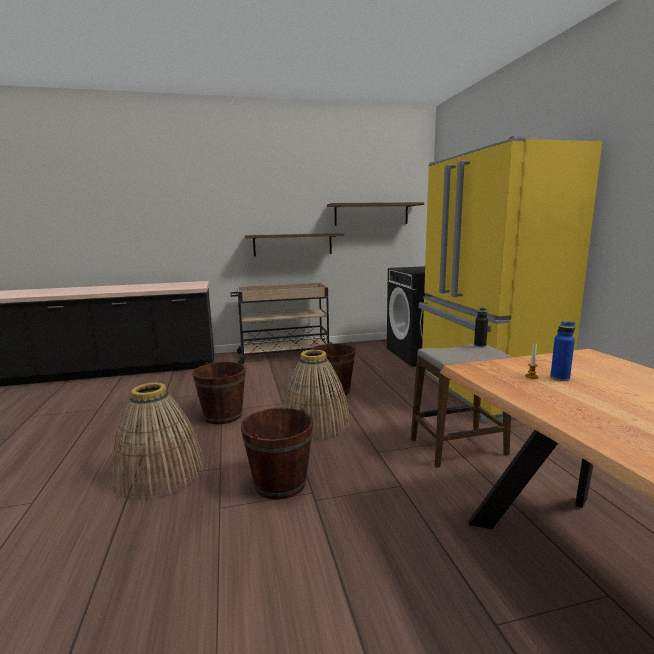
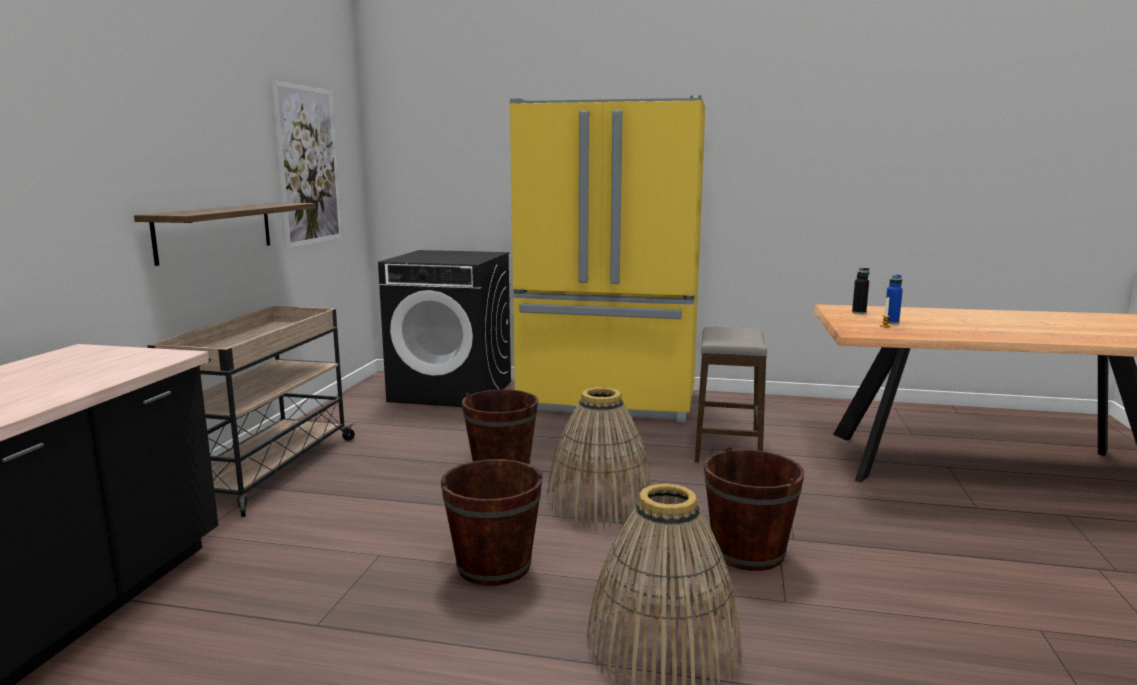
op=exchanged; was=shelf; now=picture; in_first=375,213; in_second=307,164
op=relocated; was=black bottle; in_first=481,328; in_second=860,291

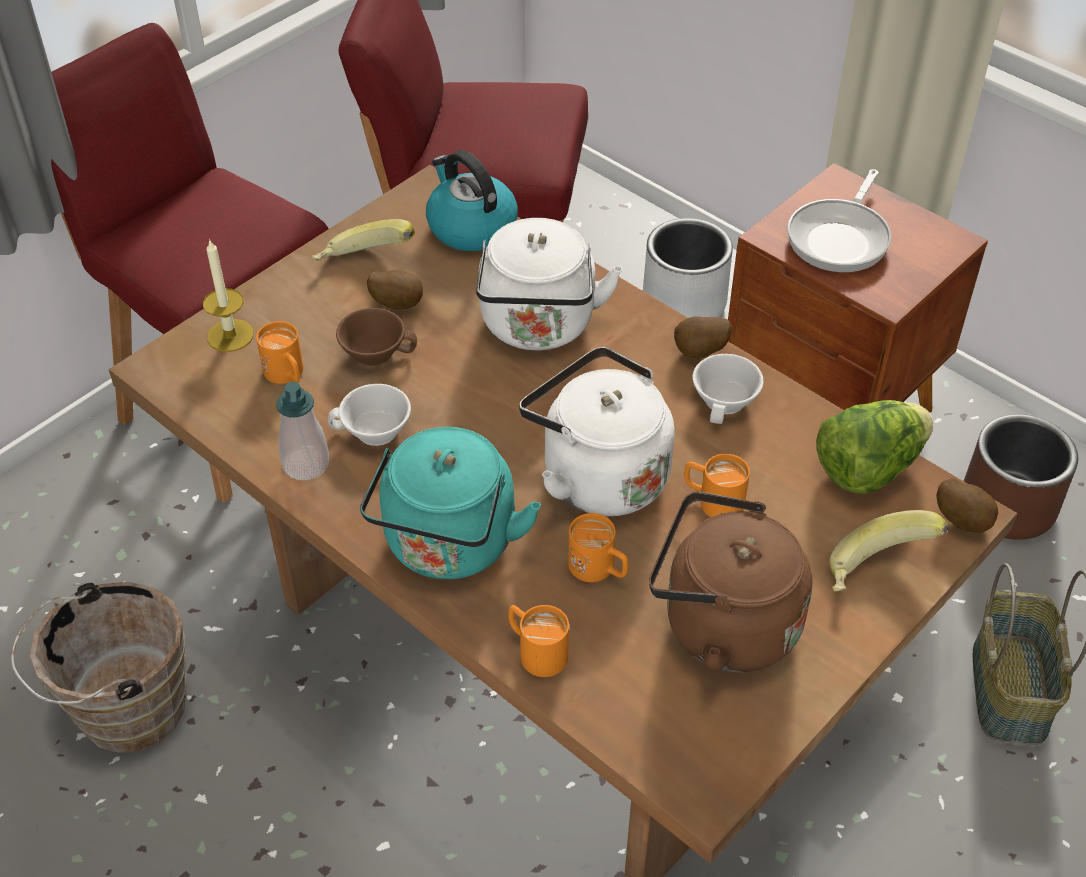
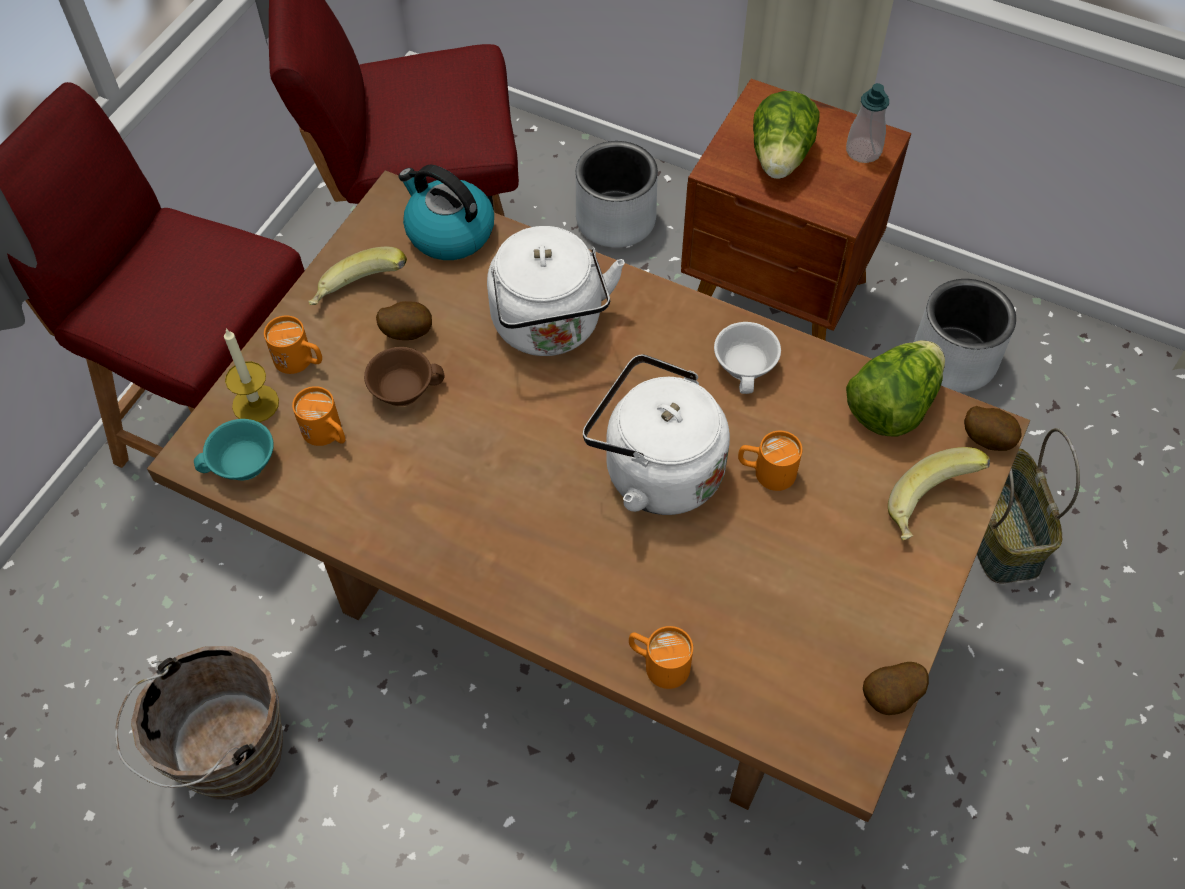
op=appeared; now=turquoise cup; in_second=234,450
op=relocated; was=orange mug; in_first=598,547; in_second=293,344
op=exchanged; was=frying pan; now=lettuce; in_first=839,220; in_second=786,135
op=relocated; was=soap dispenser; in_first=302,431; in_second=867,123
op=relocated; was=potato; in_first=703,337; in_second=896,688
op=colour; was=brown planter; now=grey planter; in_first=1021,477; in_second=965,335
op=missing; was=white cup; in_first=369,415
op=missing; was=turquoise kettle; in_first=450,503
op=missing; was=brown kettle; in_first=731,581

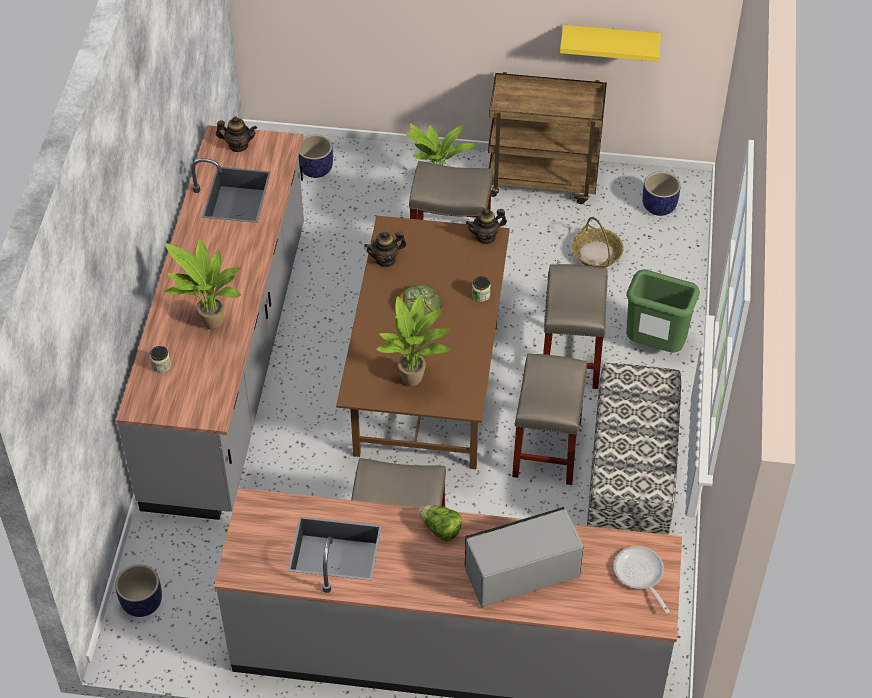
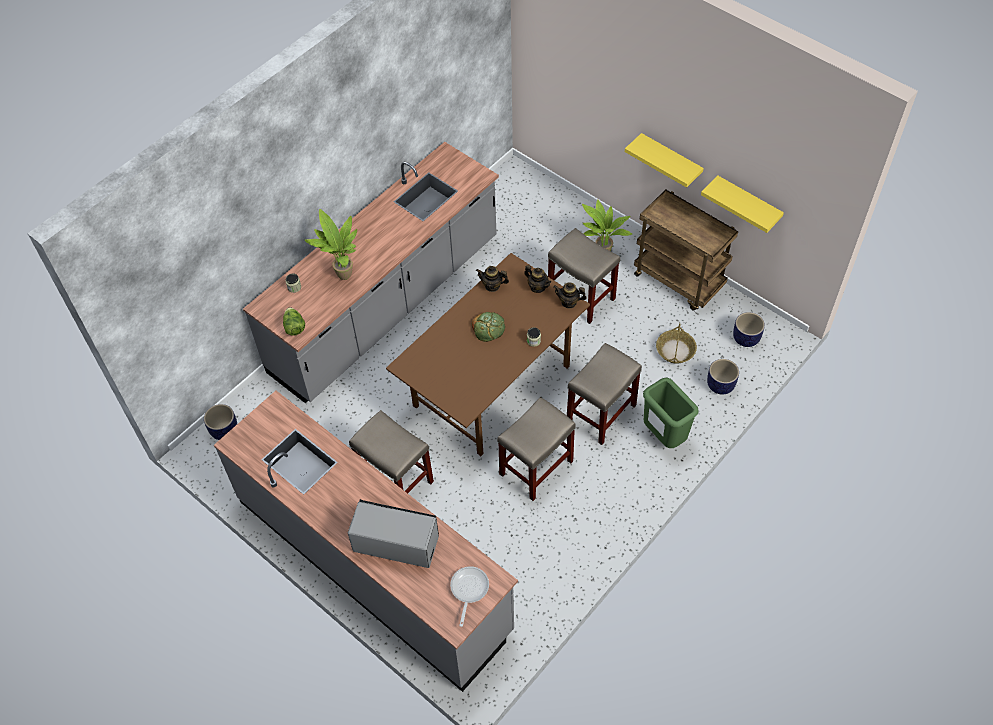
op=relocated; was=lettuce; in_first=441,523; in_second=294,322
op=relocated; was=teapot; in_first=236,134; in_second=537,279
op=appeared; now=yellow shelf; in_second=664,160
op=relocated; was=planter; in_first=316,156; in_second=723,376
op=missing; was=potted plant; in_first=413,340
op=missing; was=bench; in_first=634,449

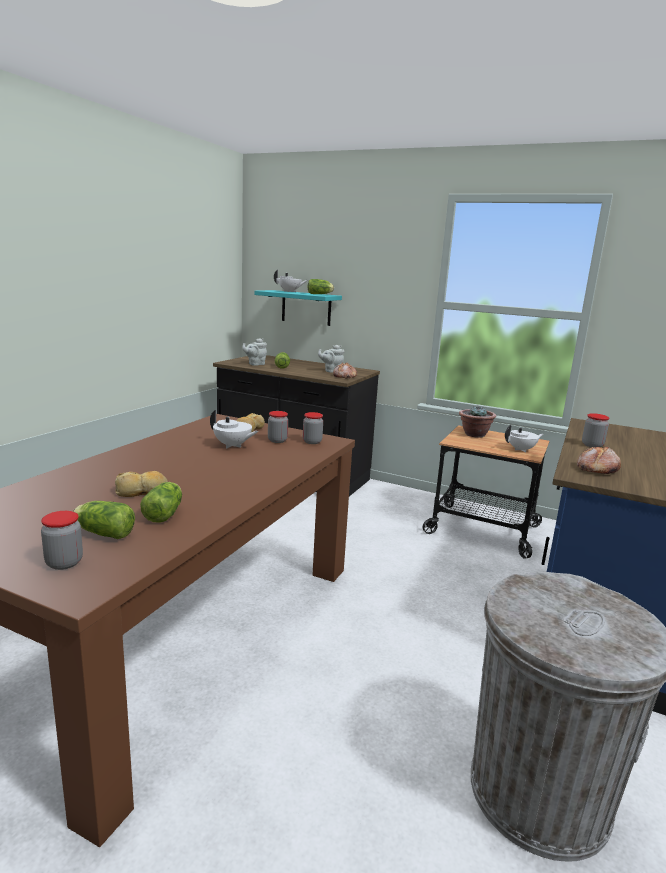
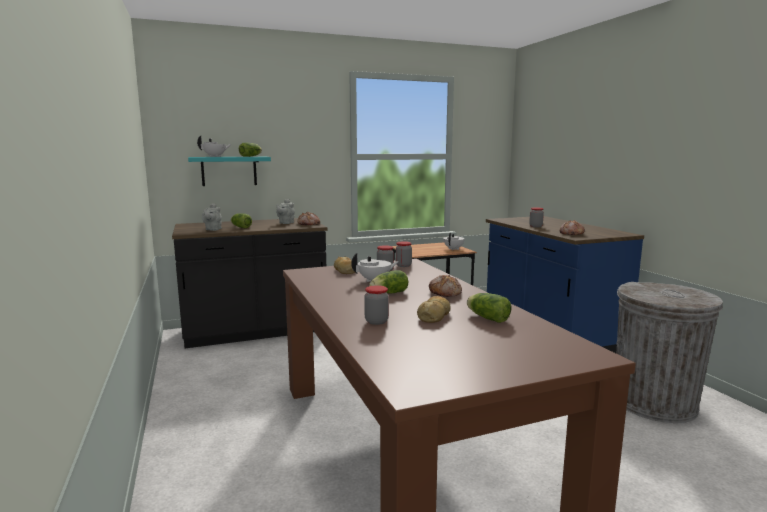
op=relocated; was=jar; in_first=62,540; in_second=376,305
op=relocated; was=lettuce; in_first=104,520; in_second=388,281
op=appeared; now=bread; in_second=445,286
op=missing; was=potted plant; in_first=477,422

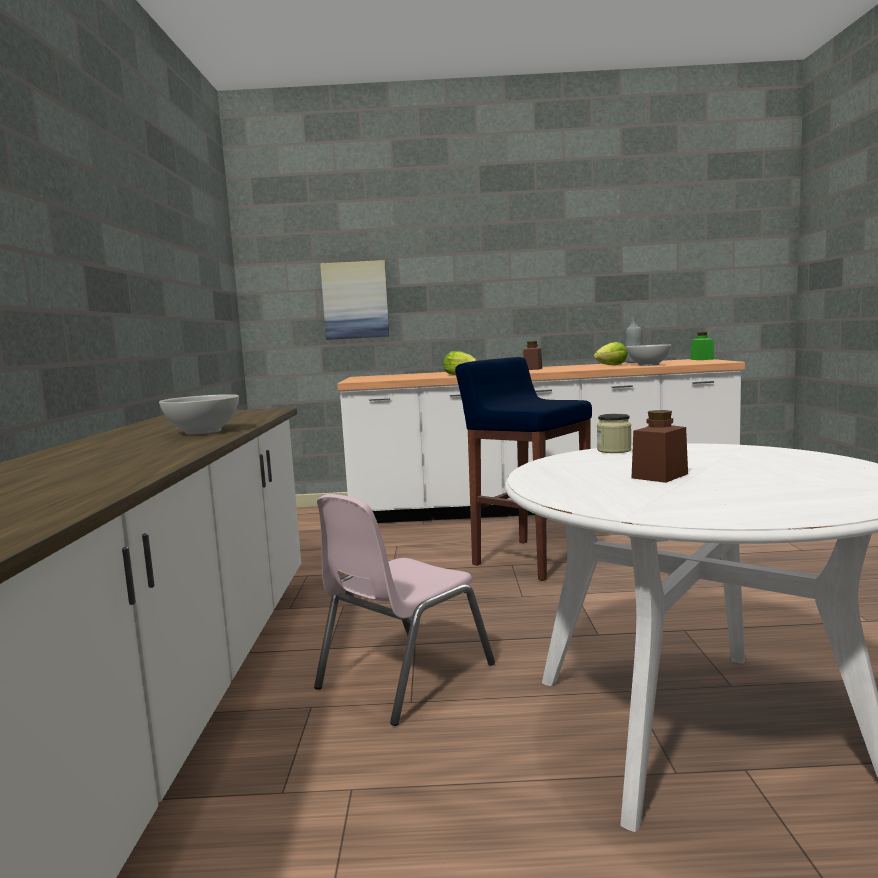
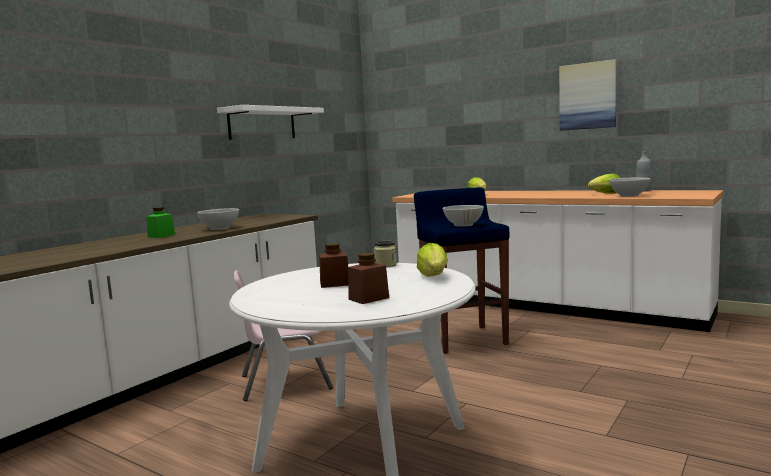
op=relocated; was=green jar; in_first=702,346; in_second=160,222
op=appeared; now=white shelf; in_second=270,122
op=relocated; was=brown jar; in_first=532,355; in_second=368,278
op=appeared; now=lettuce; in_second=432,260
op=appeared; now=white bowl; in_second=463,216
op=relocated; was=picture; in_first=355,300; in_second=588,94

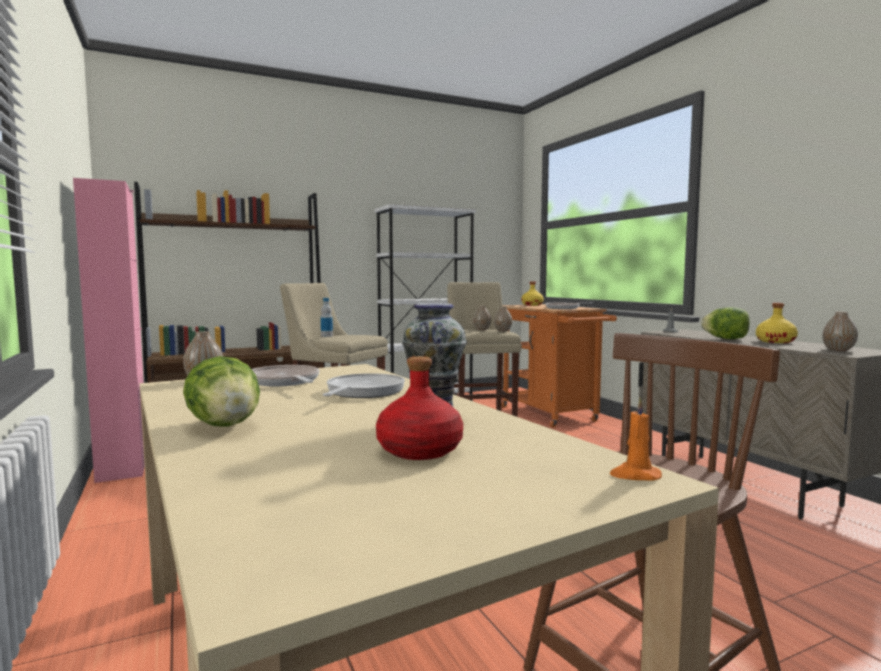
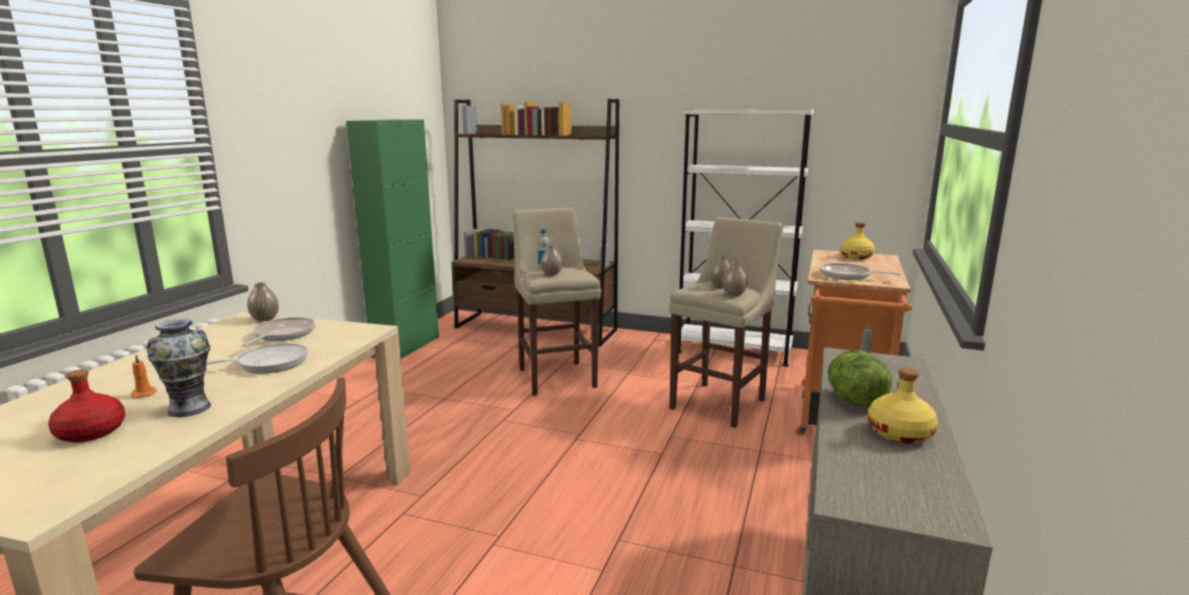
op=relocated; was=orange candle; in_first=636,439; in_second=144,376
op=colour; was=pink cabinet; now=green cabinet; in_first=109,330; in_second=392,239
op=relocated; was=vase; in_first=840,331; in_second=551,260
op=missing; was=lettuce; in_first=221,391

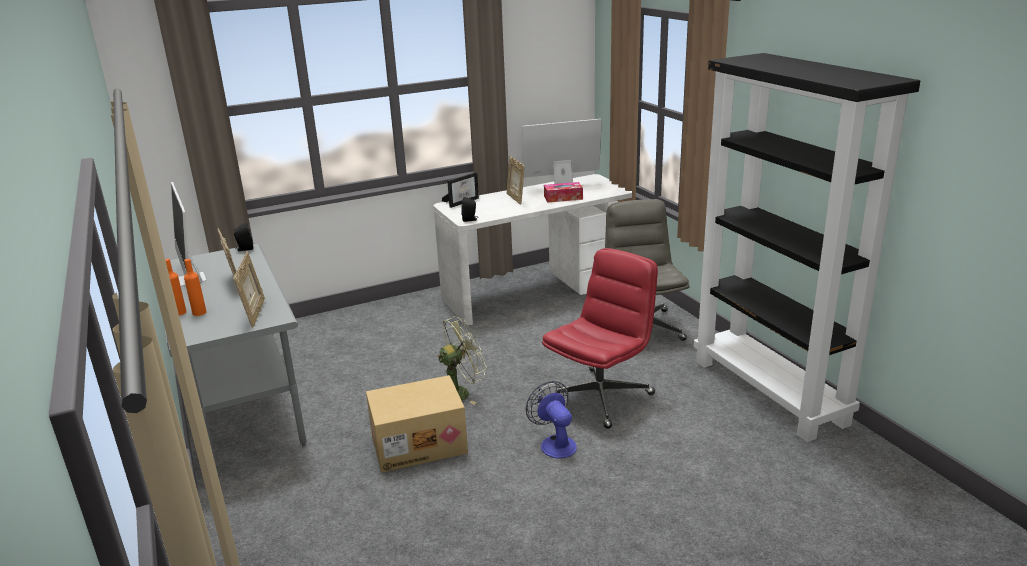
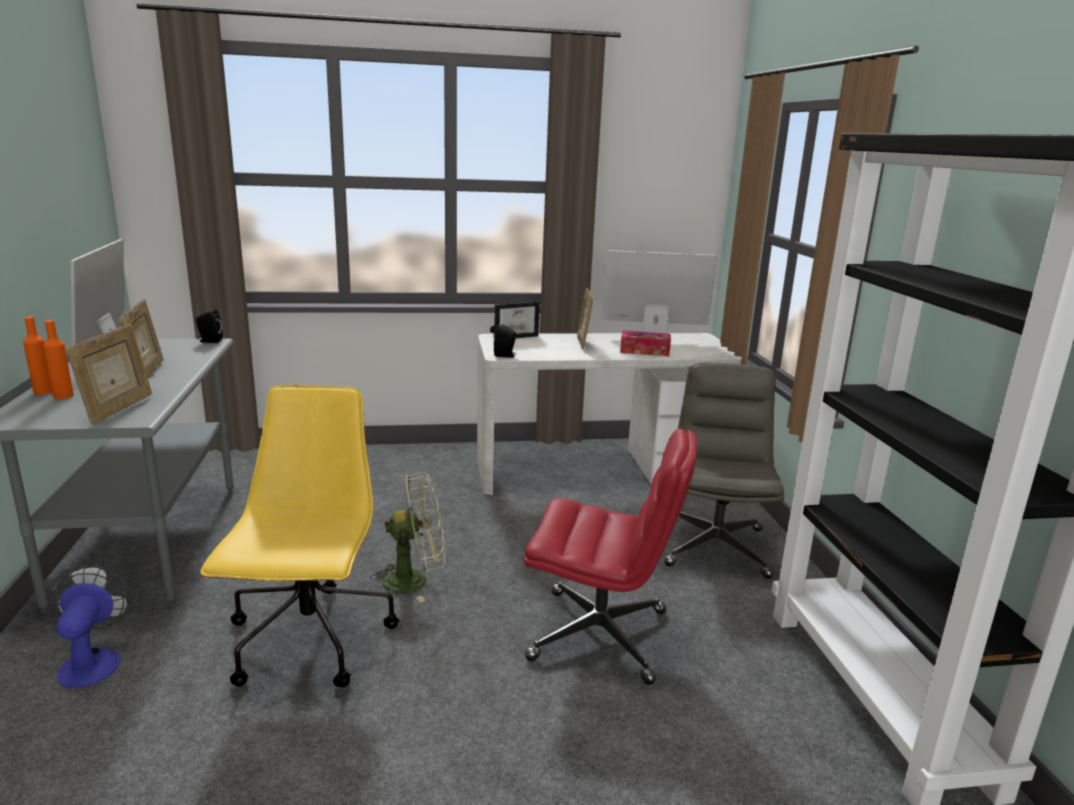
op=relocated; was=fan; in_first=551,420; in_second=91,626
op=exchanged; was=cardboard box; now=yellow office chair; in_first=417,424; in_second=299,536
op=spun; was=red office chair; in_first=600,338; in_second=610,557; clockwise=45

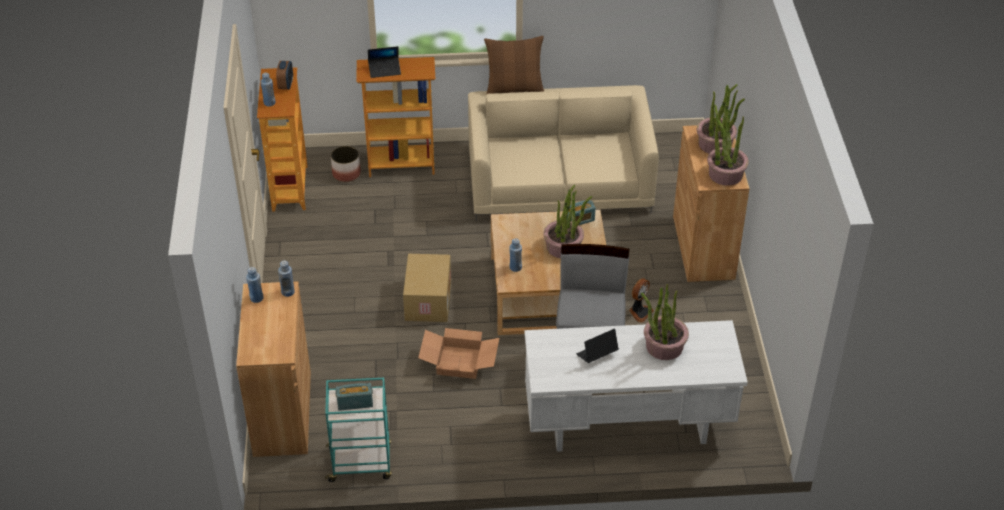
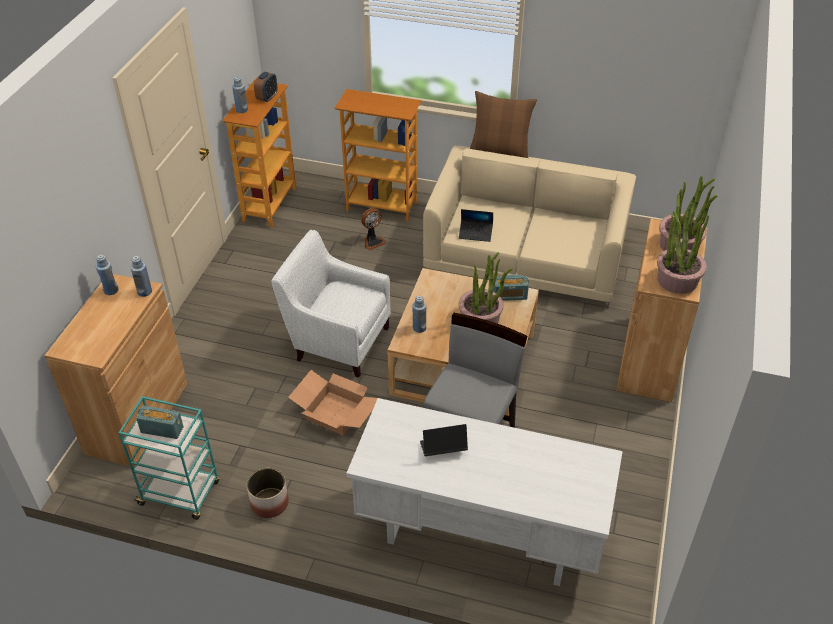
op=relocated; was=planter; in_first=346,164; in_second=268,493
op=exchanged; was=cardboard box; now=white armchair; in_first=427,288; in_second=331,303
op=relocated; was=fan; in_first=641,300; in_second=373,229
op=relocated; was=laptop; in_first=384,62; in_second=476,225
op=missing; was=potted plant; in_first=665,322

